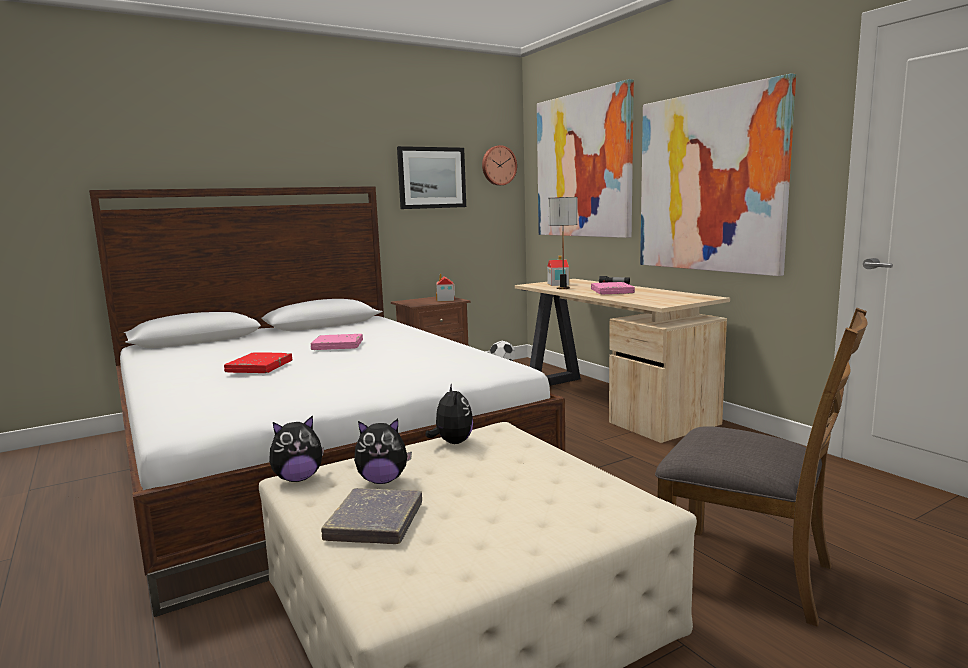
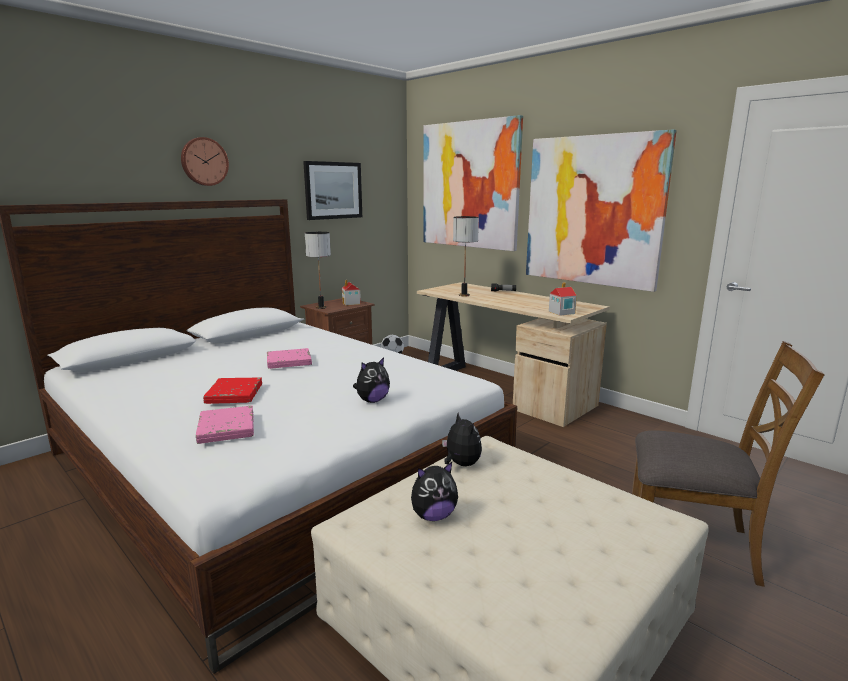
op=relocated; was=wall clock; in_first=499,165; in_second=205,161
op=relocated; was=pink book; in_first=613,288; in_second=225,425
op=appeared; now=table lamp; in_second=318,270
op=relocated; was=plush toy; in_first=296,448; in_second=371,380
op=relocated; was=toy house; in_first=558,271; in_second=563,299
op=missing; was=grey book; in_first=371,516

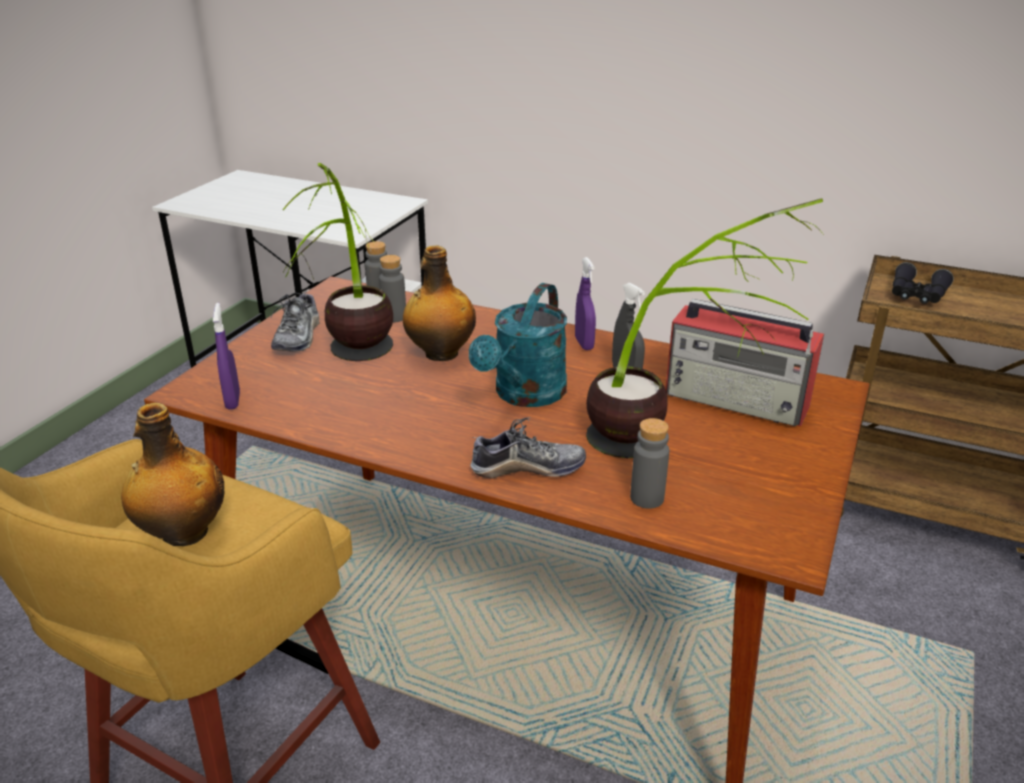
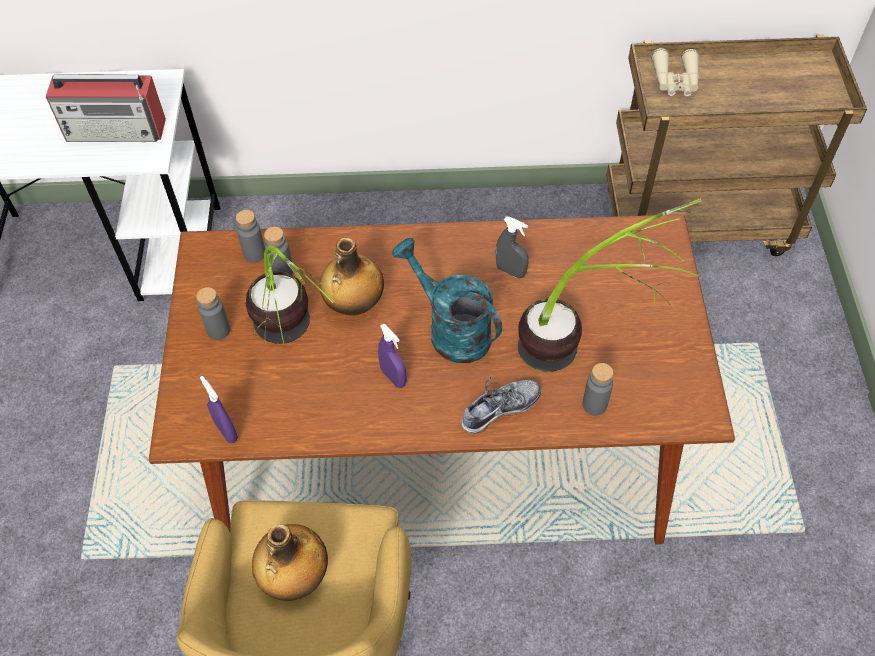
op=relocated; was=radio; in_first=744,362; in_second=105,108
op=exchanged; was=shoe; now=grey bottle; in_first=295,321; in_second=213,313
op=relocated; was=purple spray bottle; in_first=585,303; in_second=392,355
op=spun; was=turquoise watering can; in_first=518,345; in_second=447,300; clockwise=135
op=colour; was=black binoculars; now=beige binoculars; in_first=923,283; in_second=675,72

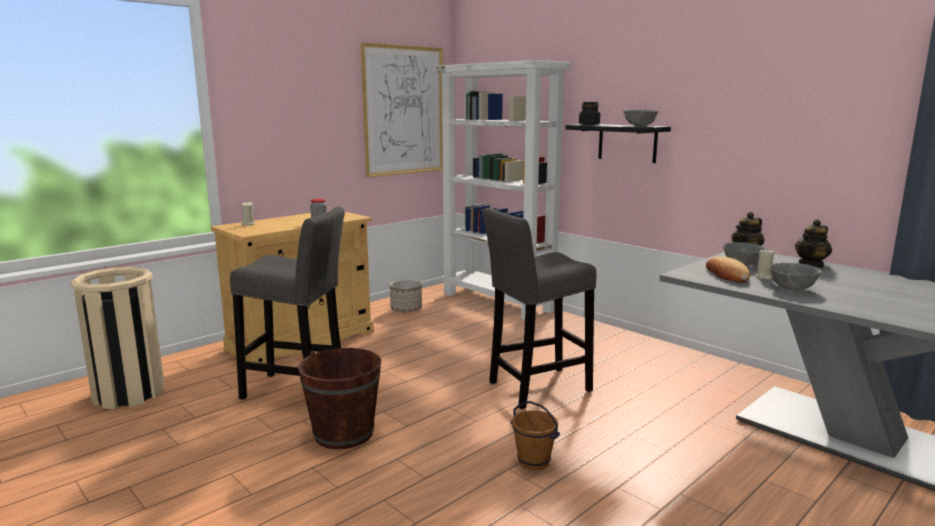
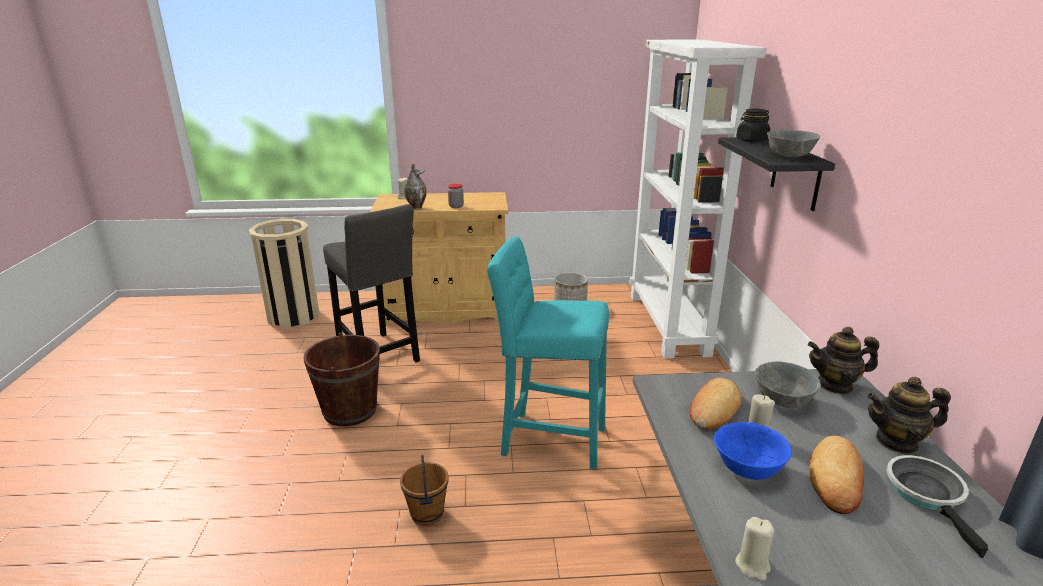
op=appeared; now=vase; in_second=415,186
op=colour; was=grey stool; now=turquoise stool; in_first=539,308; in_second=548,352
op=colour; was=grey bowl; now=blue bowl; in_first=795,276; in_second=753,451
op=appeared; now=beige candle; in_second=755,549
op=appeared; now=bread; in_second=836,474
op=appeared; now=frying pan; in_second=937,506
op=missing; was=picture; in_first=402,109

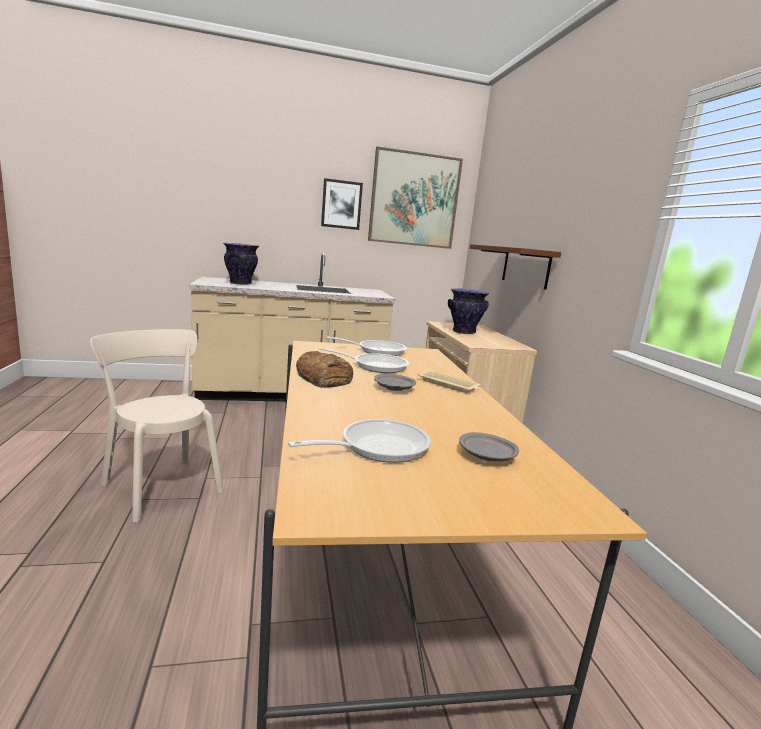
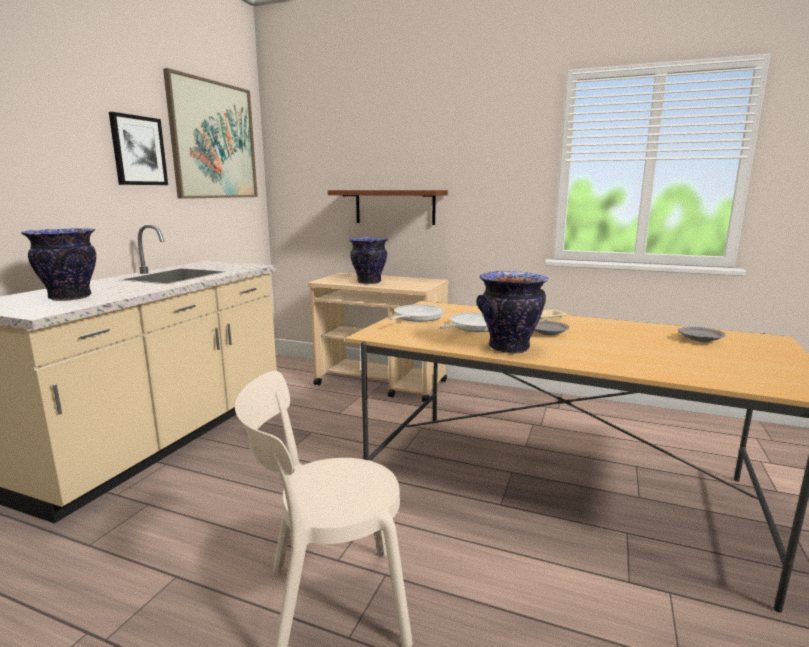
op=exchanged; was=bread; now=vase; in_first=324,369; in_second=512,312
op=missing; was=frying pan; in_first=359,441

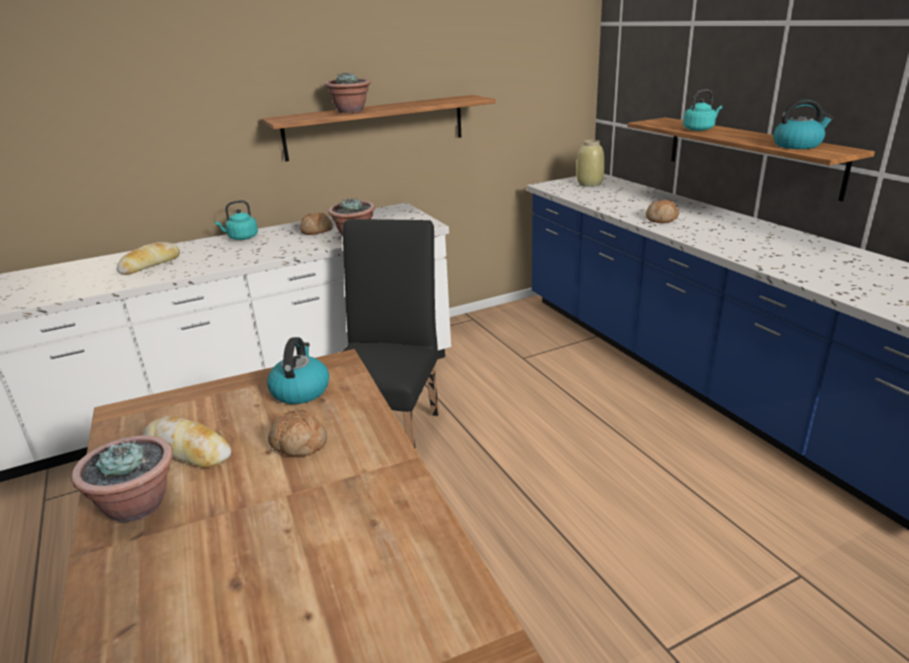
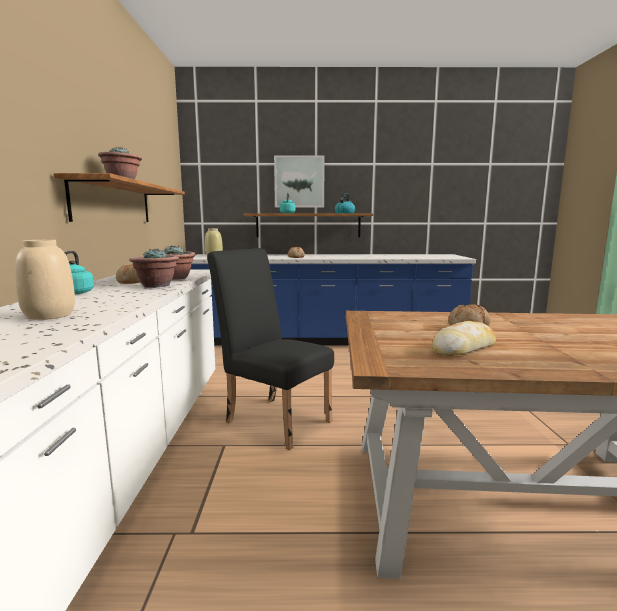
op=exchanged; was=bread; now=beige vase; in_first=148,258; in_second=45,280
op=relocated; was=potted plant; in_first=122,478; in_second=154,268
op=appeared; now=picture; in_second=299,181
op=missing; was=kettle; in_first=298,370

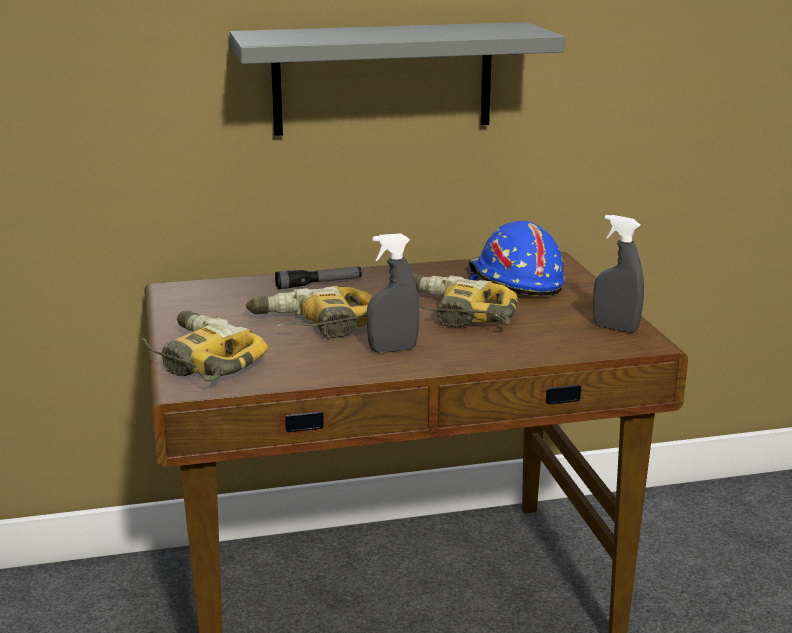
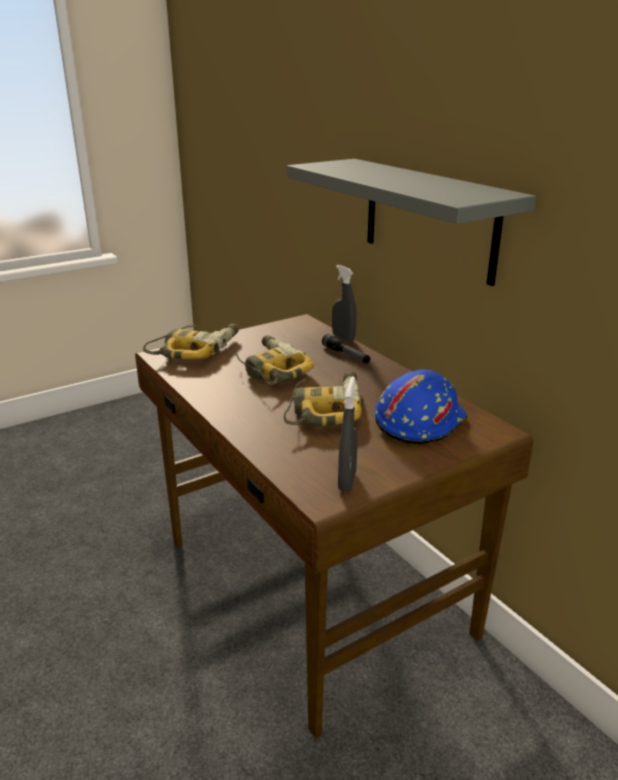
op=relocated; was=grey spray bottle; in_first=393,292; in_second=344,303

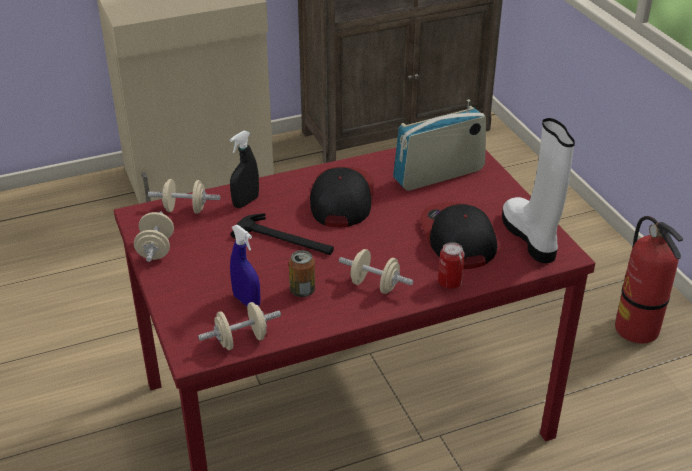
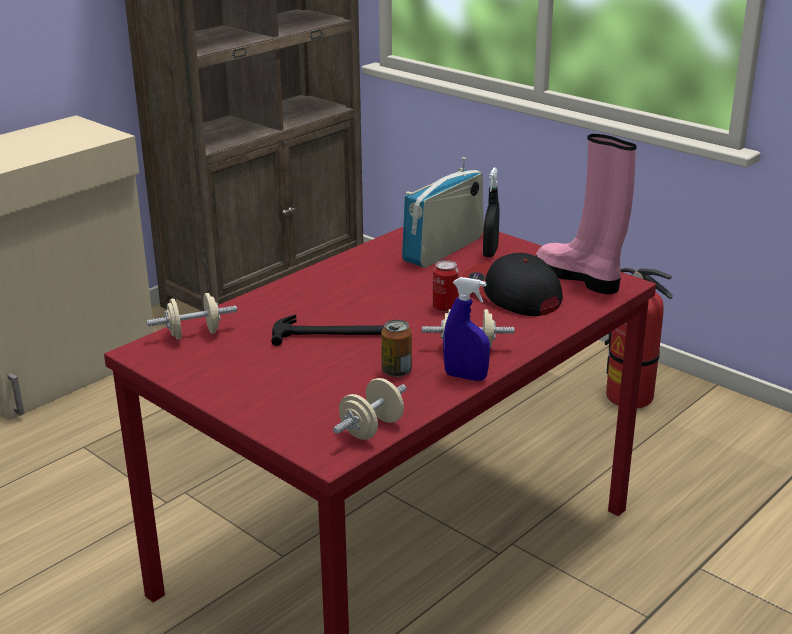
op=relocated; was=can; in_first=451,265; in_second=445,286
op=relocated; was=blue spray bottle; in_first=245,265; in_second=466,329
op=relocated; was=black spray bottle; in_first=244,169; in_second=491,212
op=colour; was=white boot; now=pink boot; in_first=538,190; in_second=586,214
op=missing; was=beige dumbbell; in_first=154,236
op=missing; was=cap; in_first=342,197

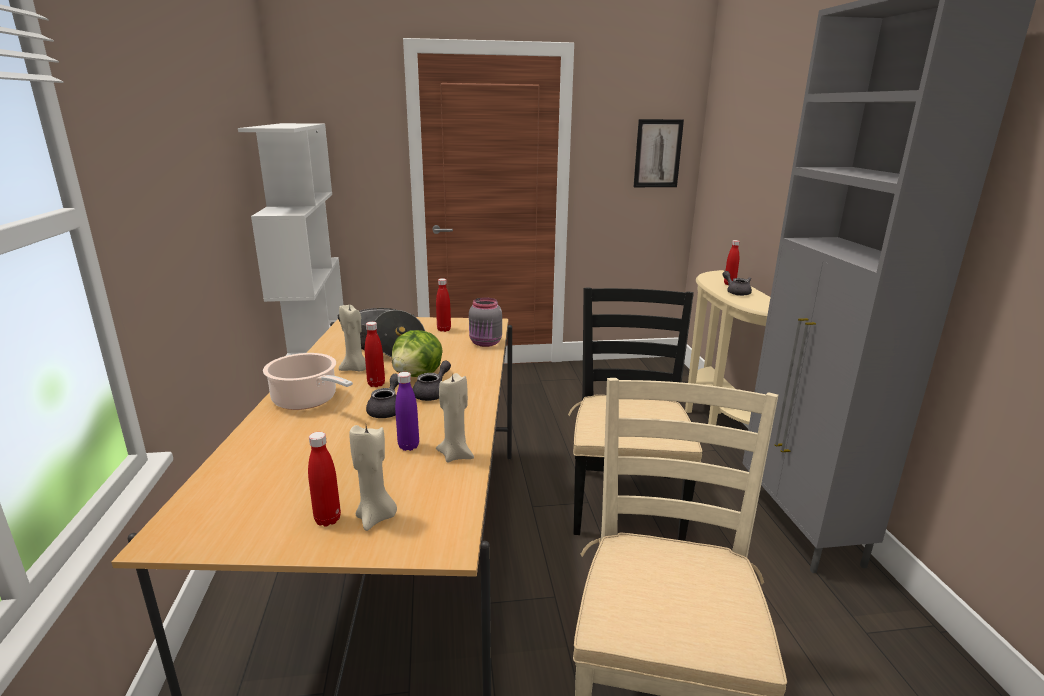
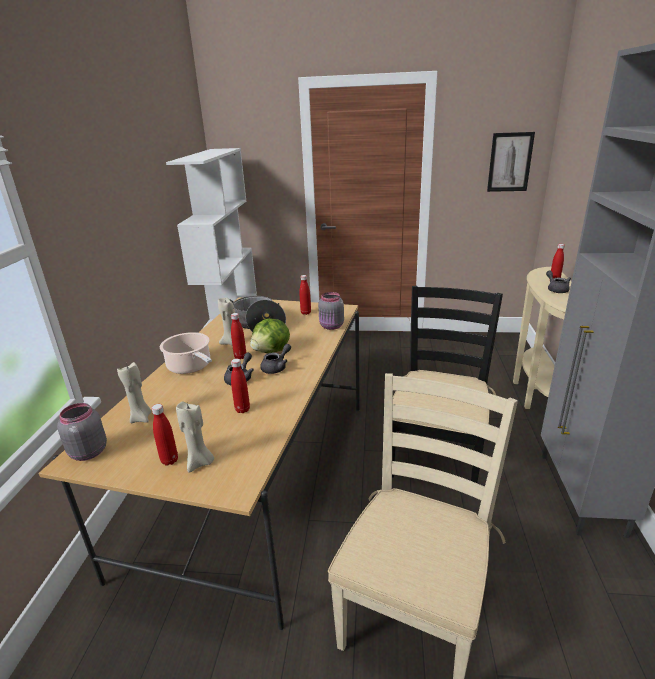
op=appeared; now=grey jar; in_second=82,432
op=relocated; was=beige candle; in_first=455,418; in_second=134,392
op=colour; was=purple bottle; now=red bottle; in_first=407,411; in_second=240,386

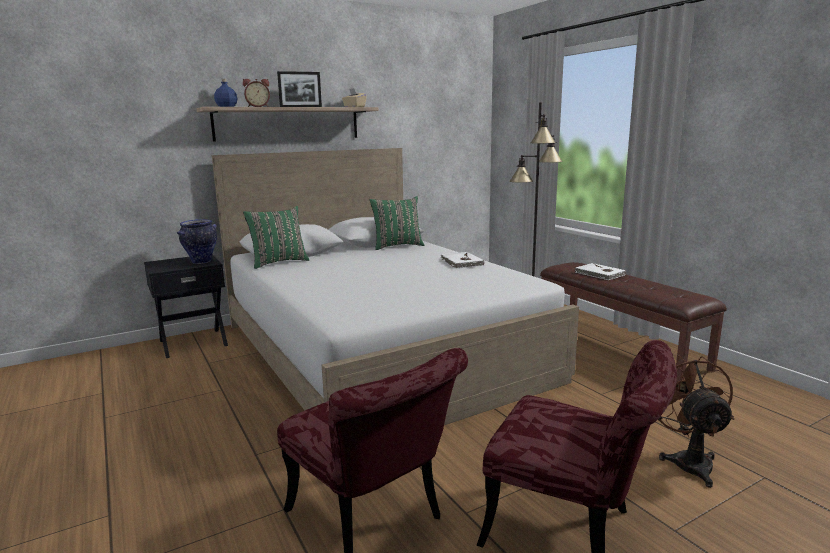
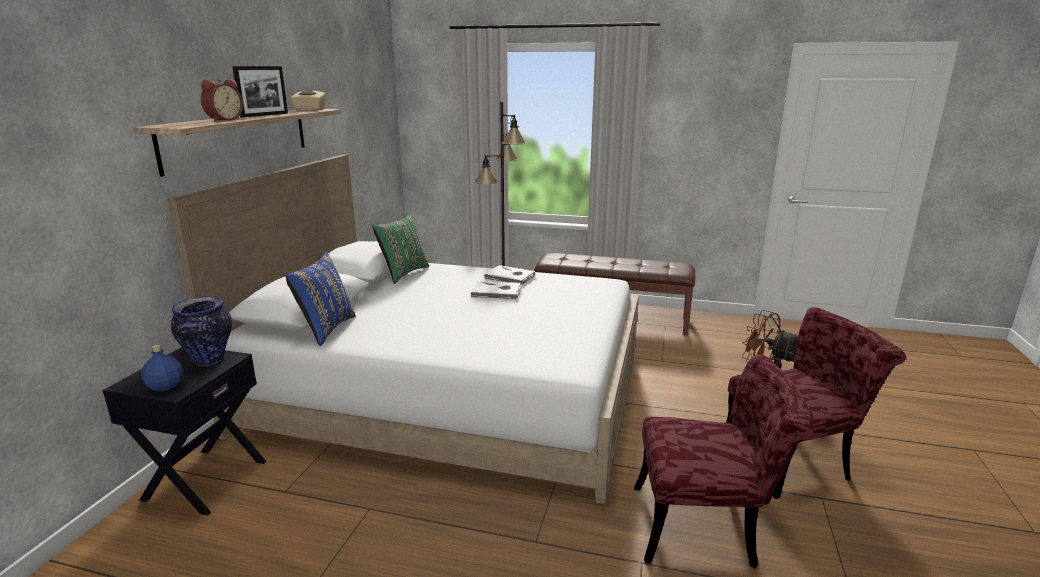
op=relocated; was=blue bottle; in_first=226,93; in_second=162,368
op=colour; was=green pillow; now=blue pillow; in_first=276,237; in_second=320,298
op=relocated; was=white book; in_first=600,271; in_second=496,290

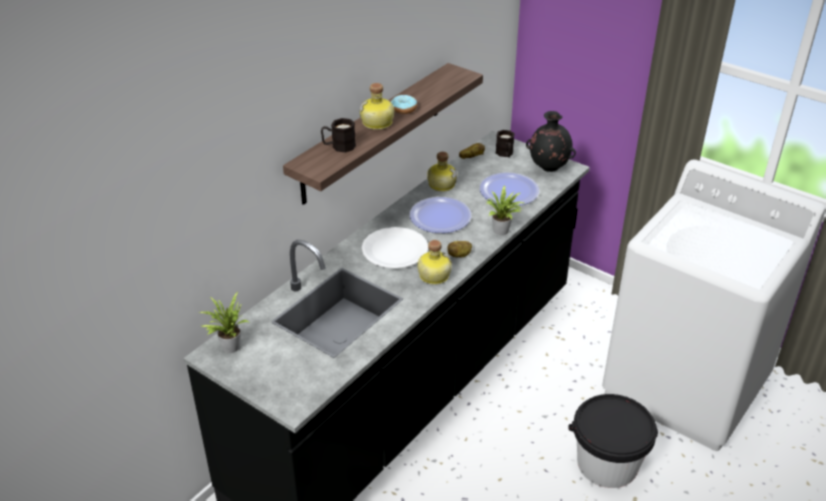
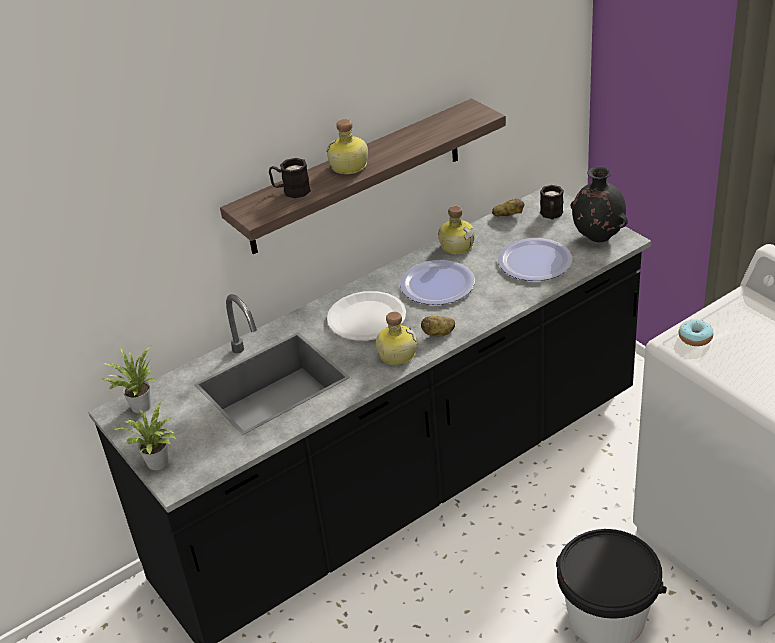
op=relocated; was=potted plant; in_first=506,210; in_second=144,436
op=relocated; was=donut; in_first=404,104; in_second=696,332

